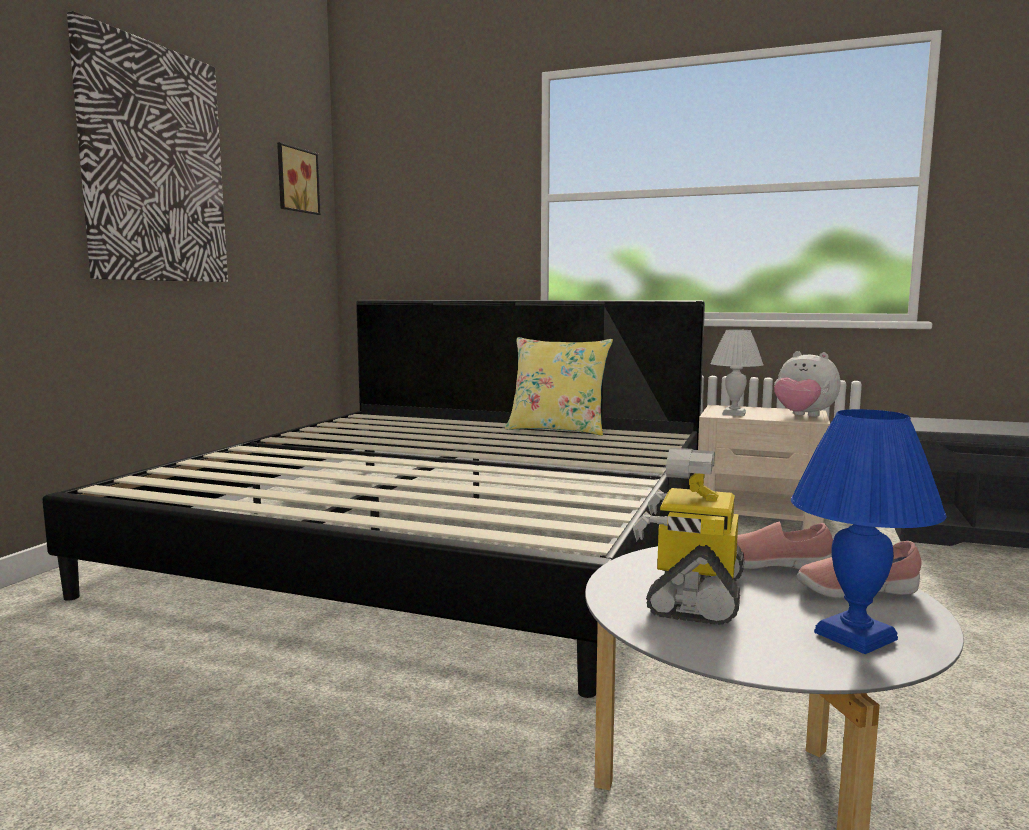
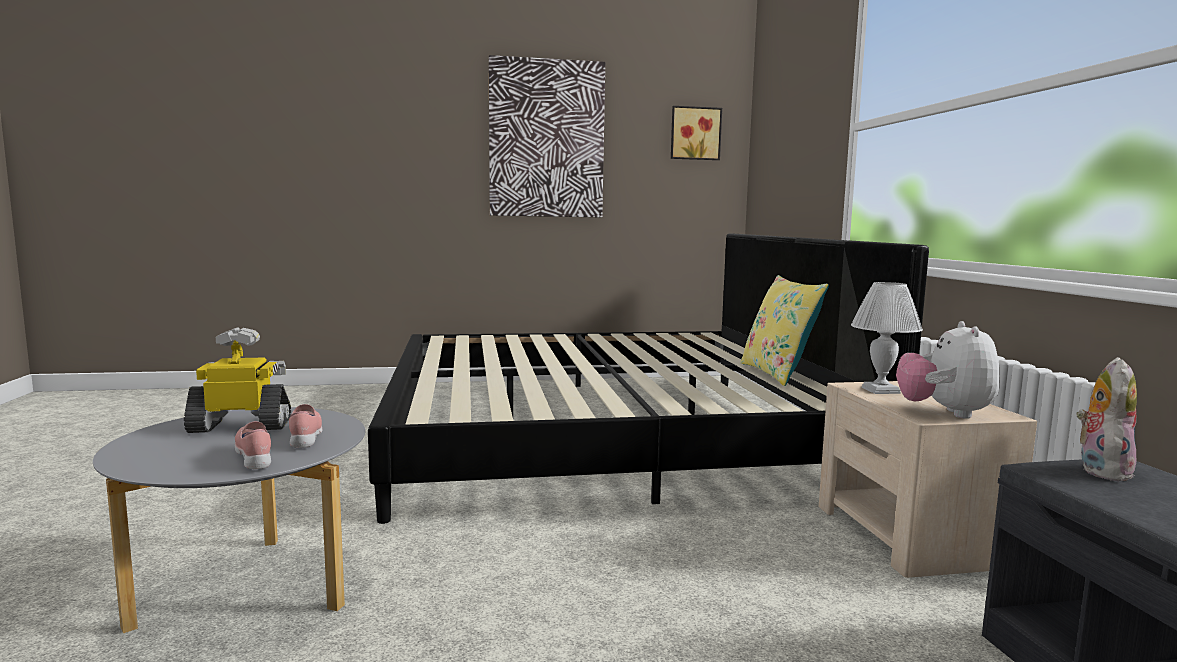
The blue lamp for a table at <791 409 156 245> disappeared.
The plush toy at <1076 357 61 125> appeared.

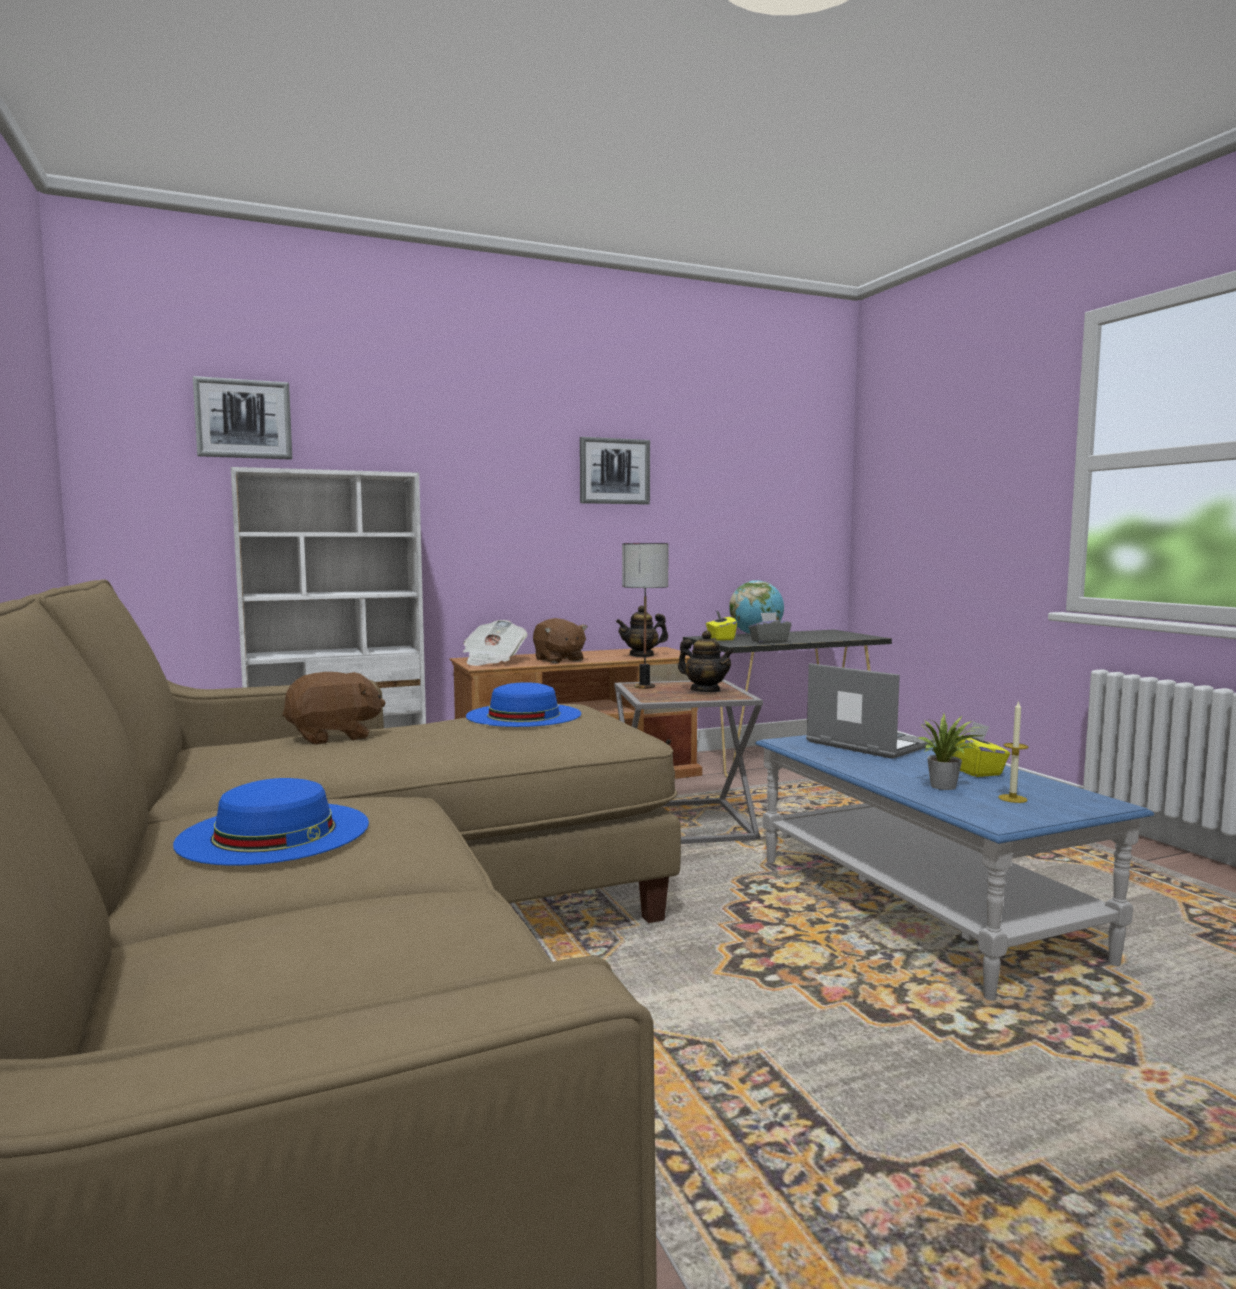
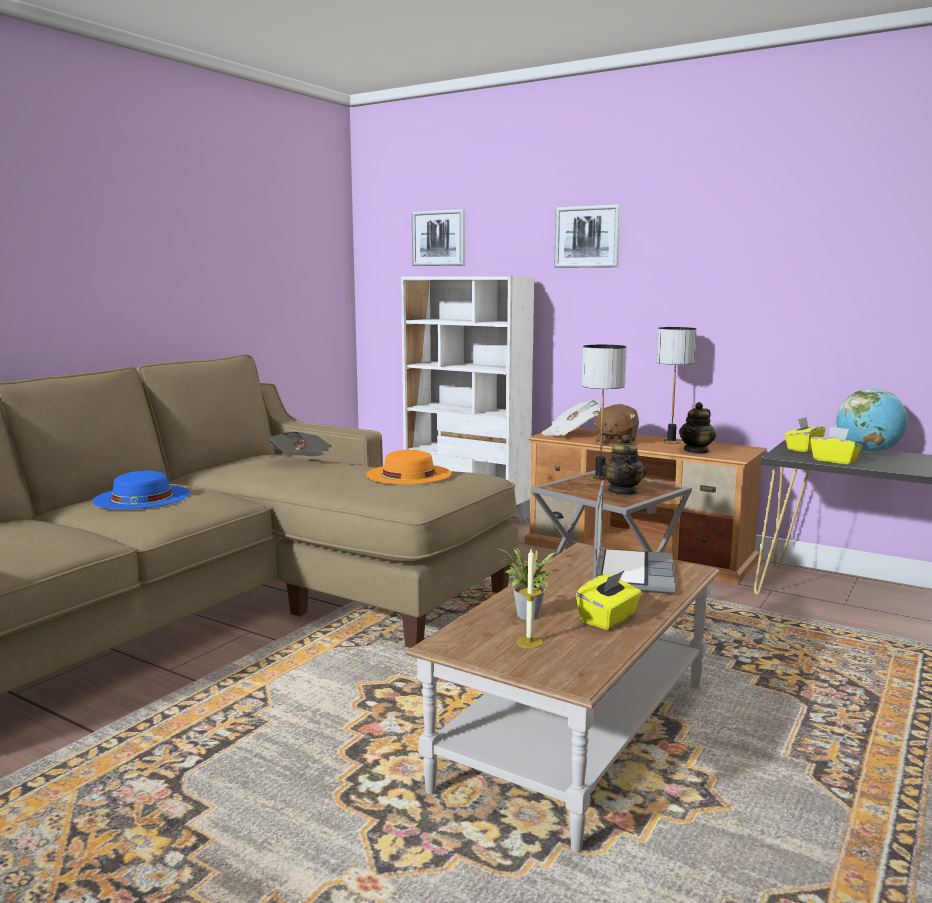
The brown plush toy at <282 672 104 73> was replaced by the printed paper at <265 432 66 24>.
The blue clothing hat at <466 682 115 45> became the orangey clothing hat at <366 450 85 34>.
The wall picture moved from <580 437 70 67> to <554 204 67 64>.
The tea pot at <616 605 52 52> turned 90 degrees counterclockwise.
The gray box of tissues at <748 612 43 31> became the yellow-coloured box of tissues at <810 427 52 38>.
The blue coffee table at <755 735 399 266> became the brown coffee table at <405 543 315 310>.
The lamp for a table at <657 327 40 117> appeared.

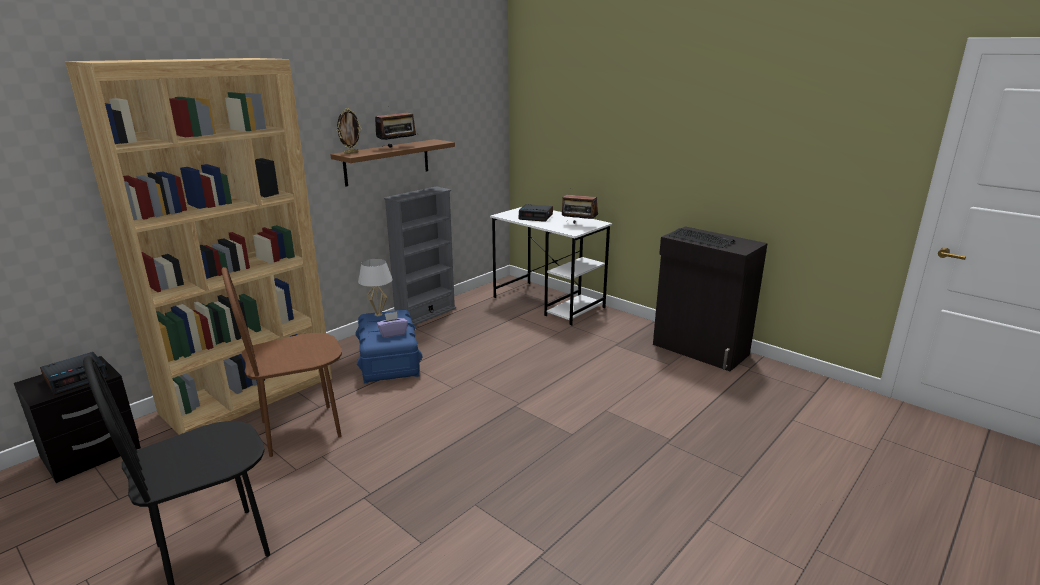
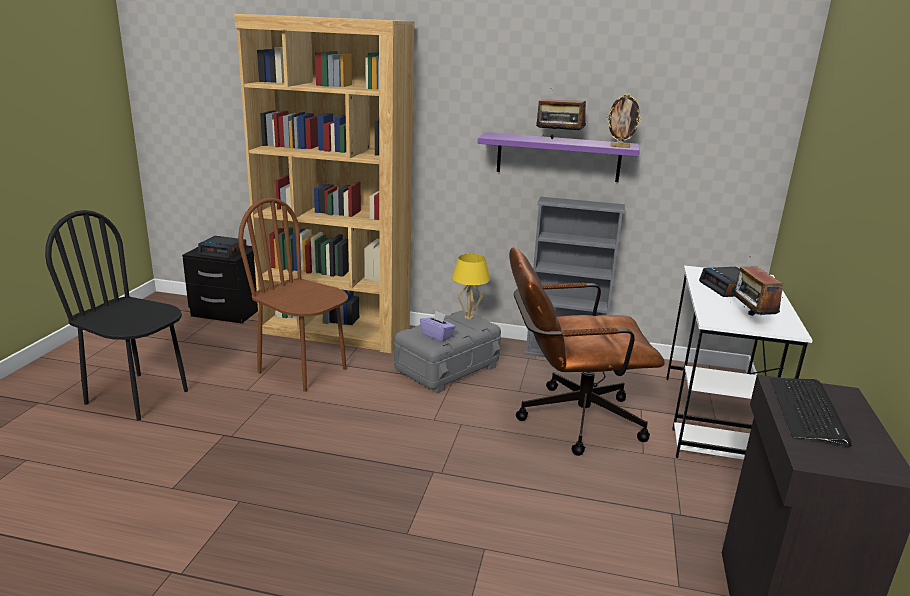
The brown wall shelf at <330 139 125 47> became the purple-coloured wall shelf at <478 132 162 50>.
The photo frame moved from <337 108 25 46> to <606 93 36 55>.
The blue storage box at <355 310 68 73> became the gray storage box at <394 311 107 82>.
The white-coloured lamp for a table at <358 259 35 57> became the yellow-coloured lamp for a table at <452 254 38 65>.
The brown office chair at <509 247 156 209> appeared.

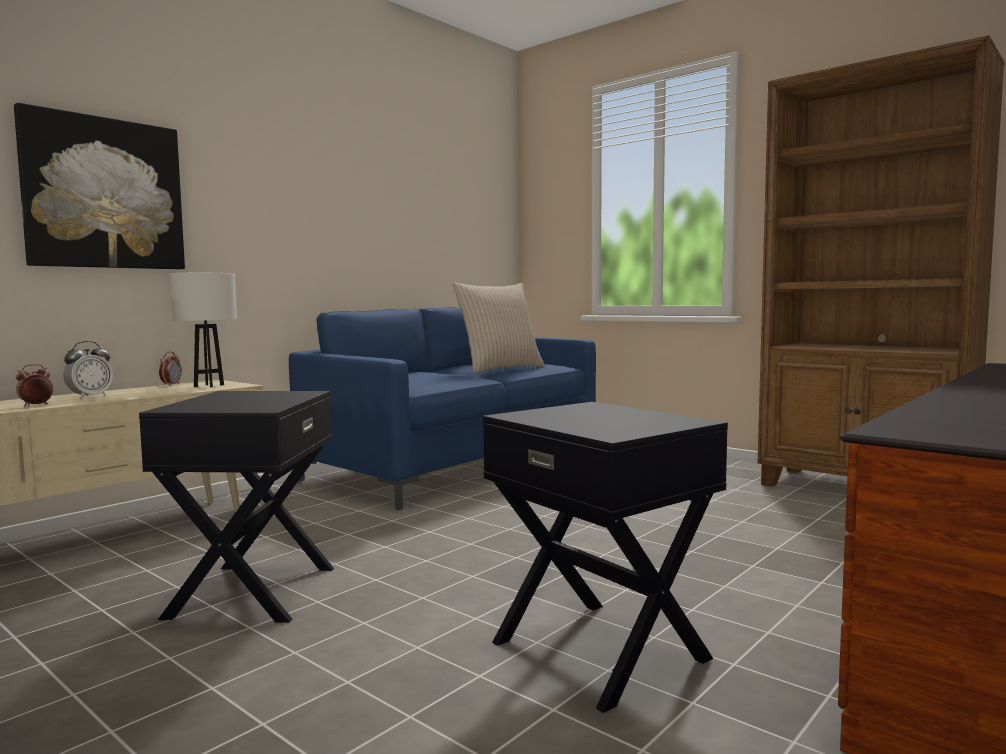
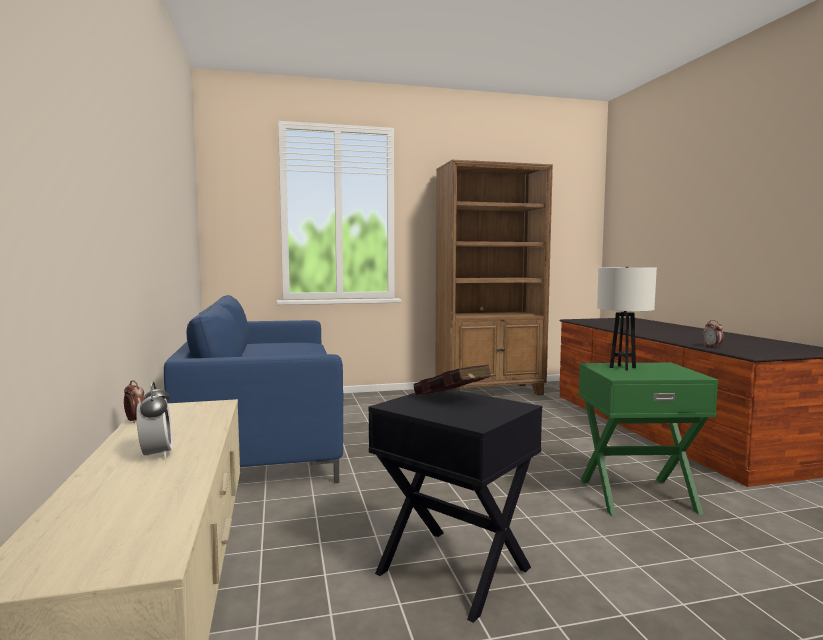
The wall picture at <14 103 171 166> disappeared.
The alarm clock moved from <16 364 37 42> to <703 320 21 27>.
The white-coloured lamp for a table moved from <170 273 67 115> to <597 267 60 104>.
The sand-coloured cushion at <452 283 93 90> disappeared.
The black side table at <483 402 245 311> became the greenish side table at <578 363 140 153>.
The reddish volume at <414 364 78 31> appeared.

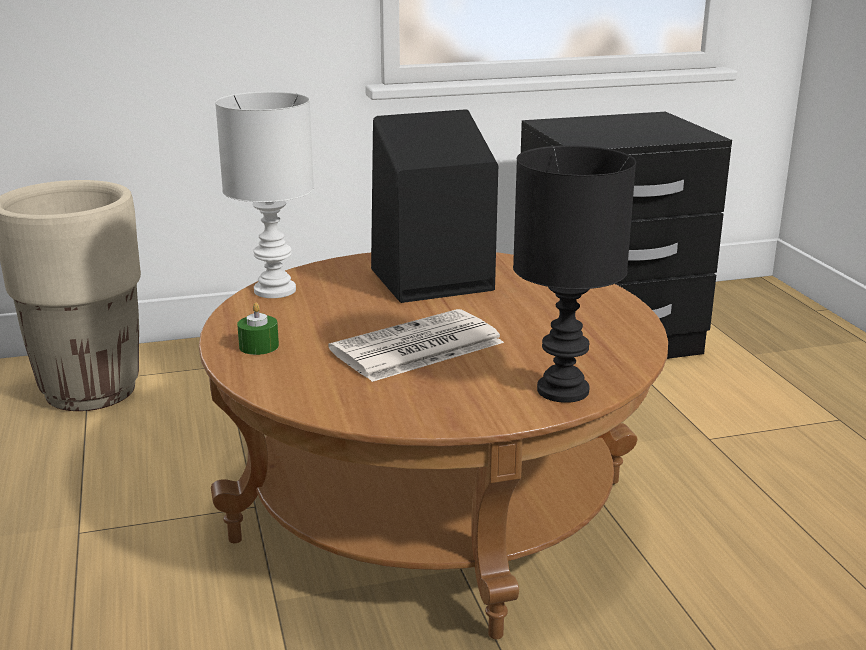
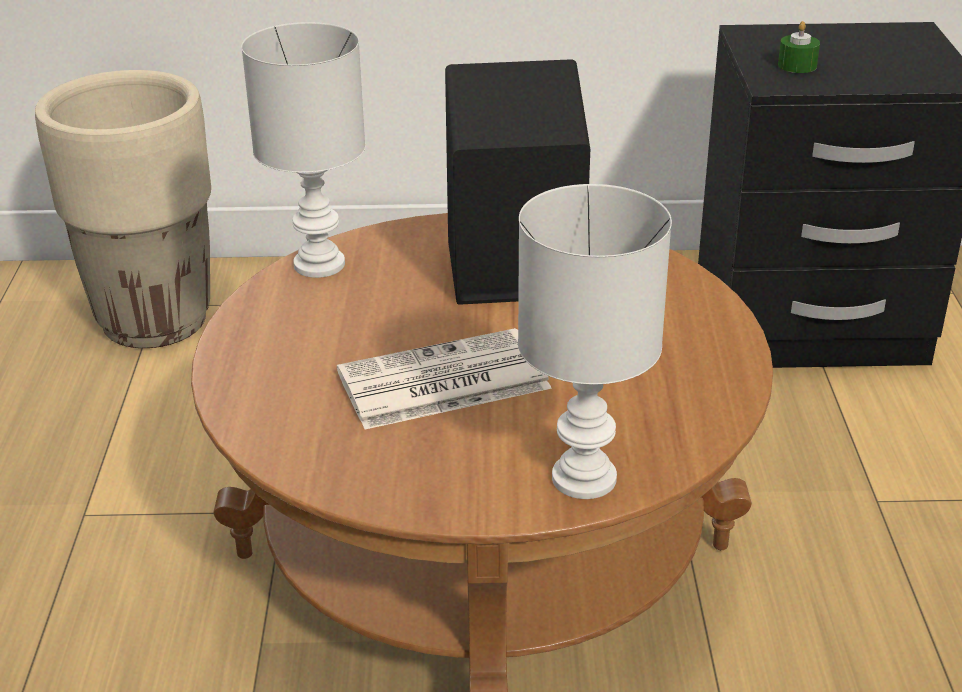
The greenish wax light moved from <237 303 42 52> to <778 21 42 52>.
The black lamp for a table at <513 145 123 258> became the white-coloured lamp for a table at <518 184 154 315>.

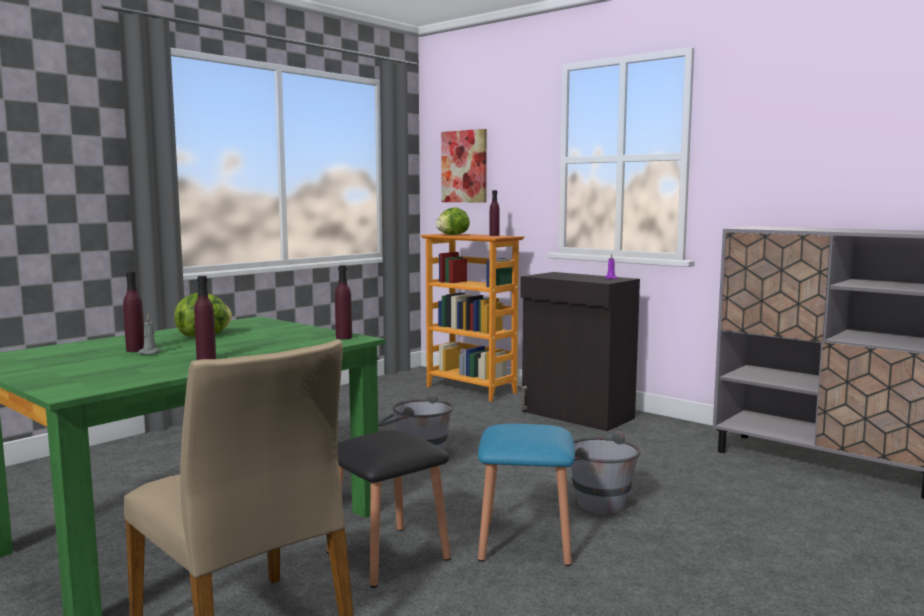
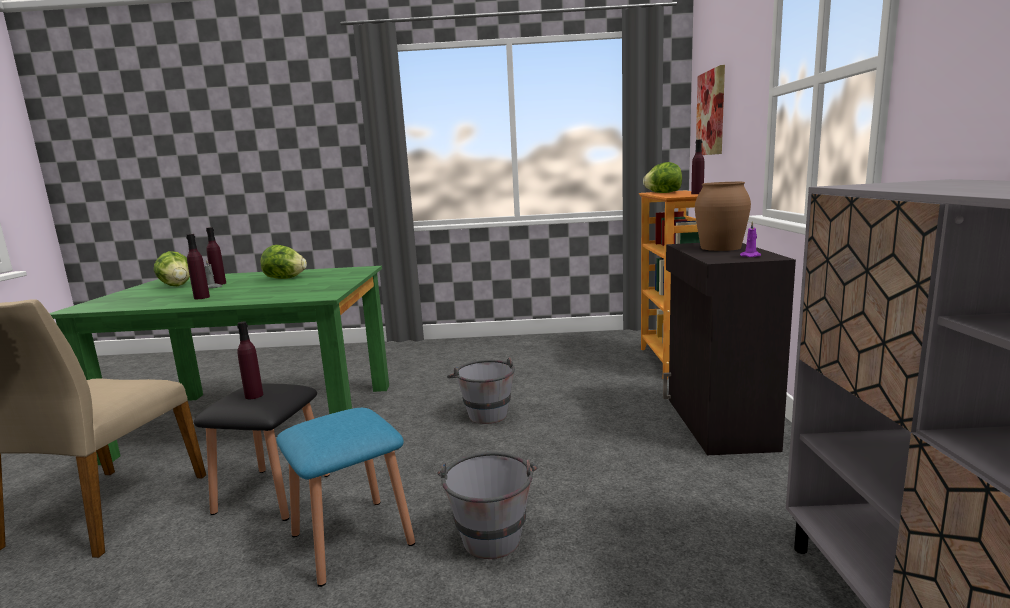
The purple-coloured drink bottle moved from <335 265 17 74> to <237 321 26 78>.
The head of lettuce at <154 251 36 35> appeared.
The brown flower vase at <695 182 56 69> appeared.

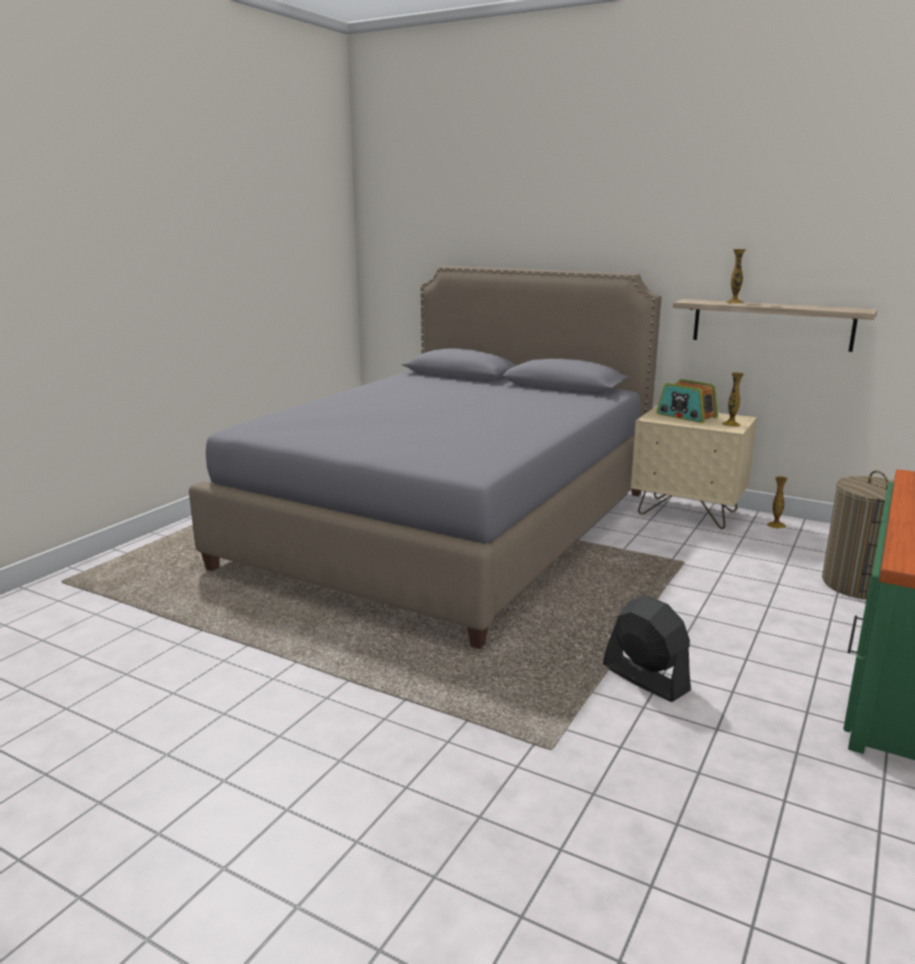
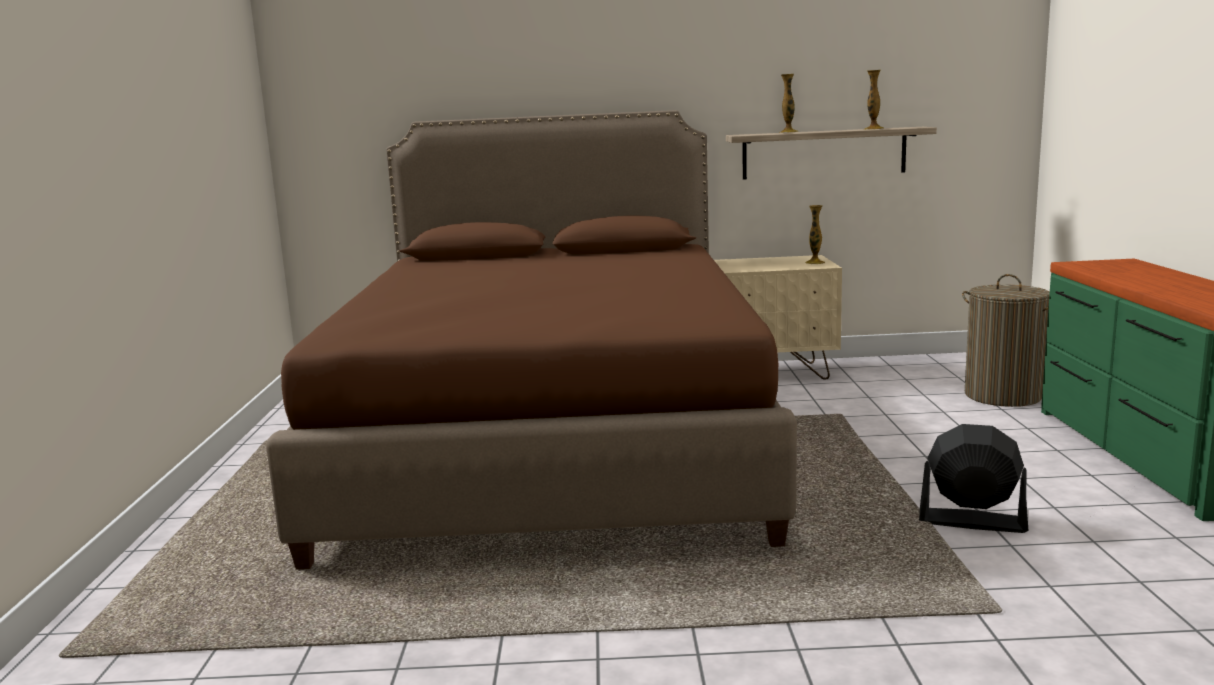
The gray bedroom bed at <189 266 472 383> became the brown bedroom bed at <266 110 531 459>.
The radio at <656 379 62 44> disappeared.
The flower vase moved from <767 476 20 53> to <864 70 19 60>.

